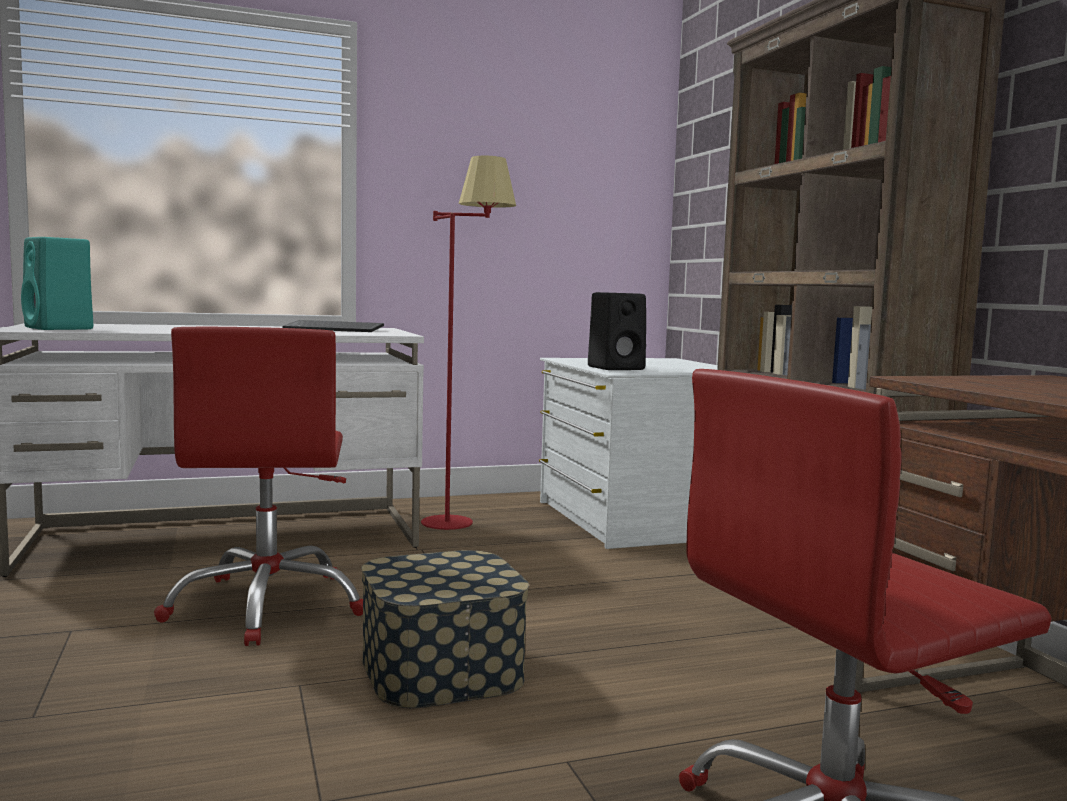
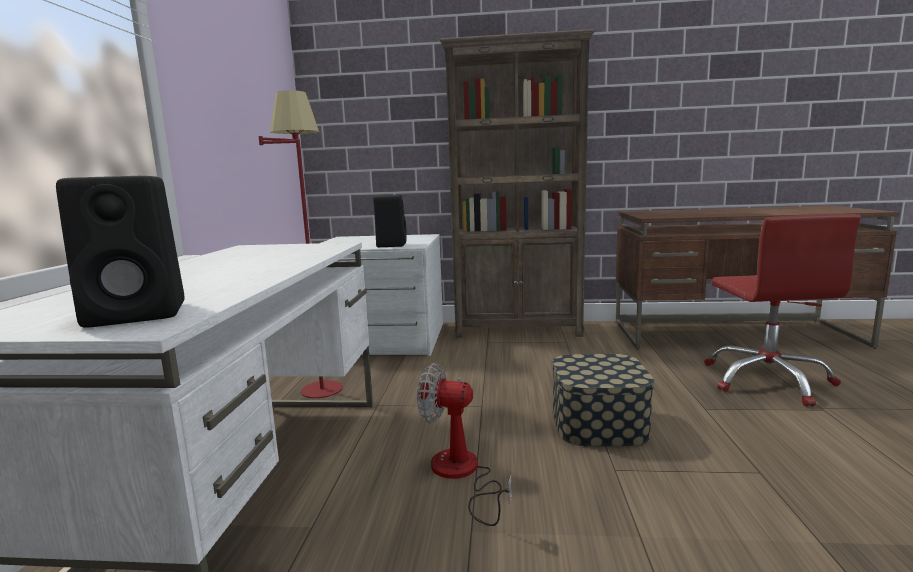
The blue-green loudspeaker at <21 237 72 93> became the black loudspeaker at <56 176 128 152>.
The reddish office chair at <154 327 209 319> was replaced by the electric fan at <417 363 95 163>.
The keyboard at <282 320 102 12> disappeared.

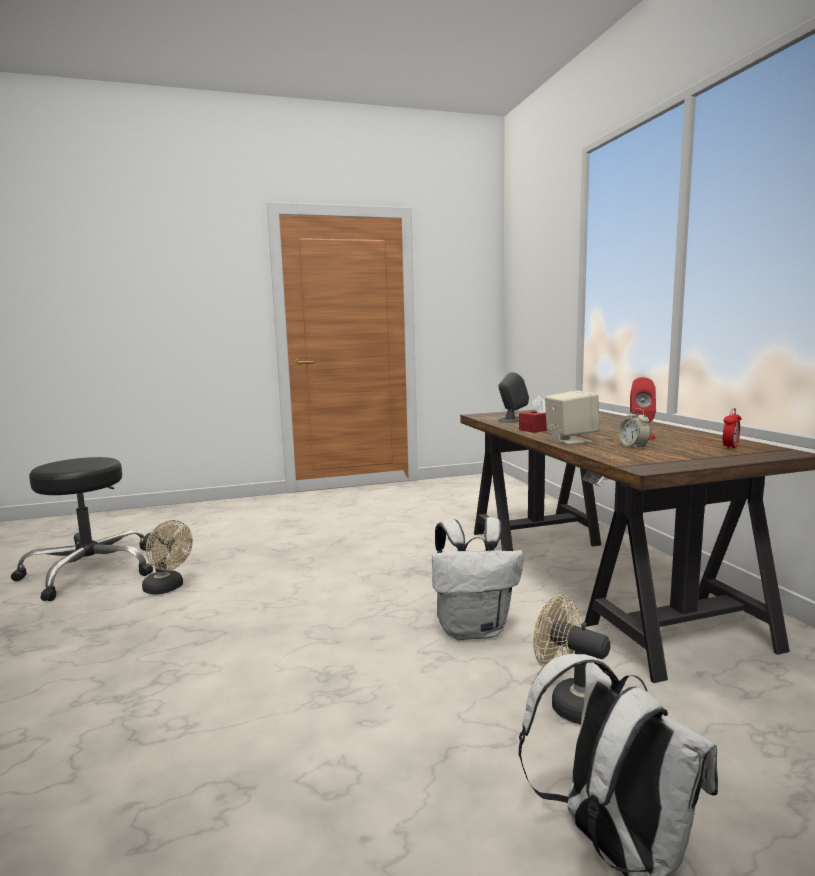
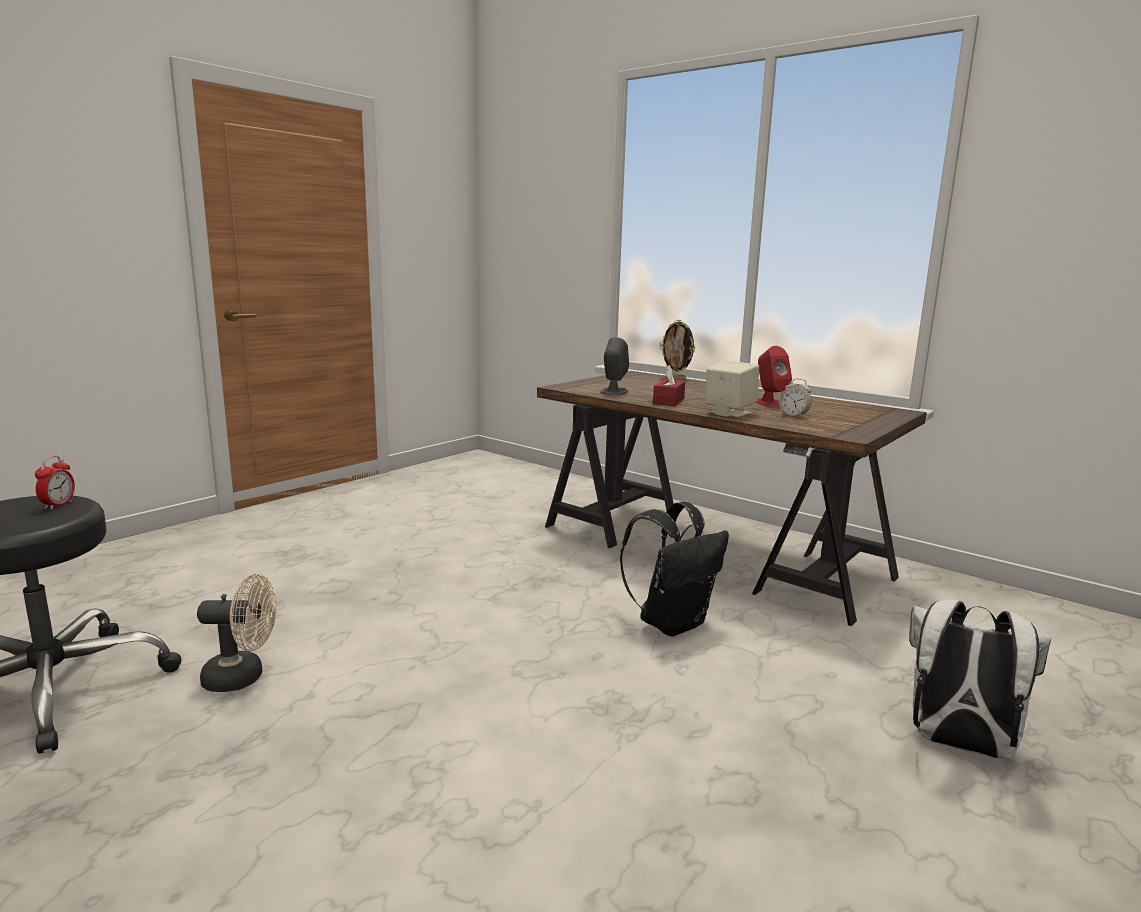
The white-coloured backpack at <432 517 92 123> became the black backpack at <620 502 109 135>.
The sand-coloured electric fan at <533 595 78 130> disappeared.
The alarm clock moved from <723 408 19 42> to <35 456 40 54>.
The photo frame at <660 320 35 60> appeared.

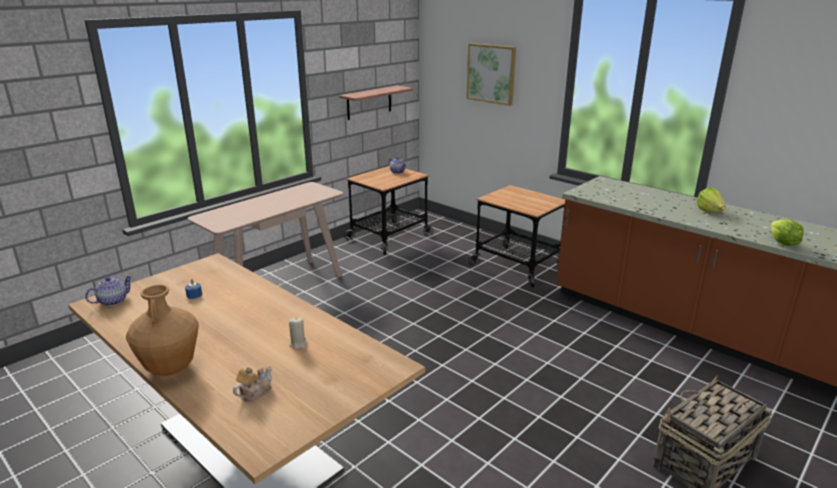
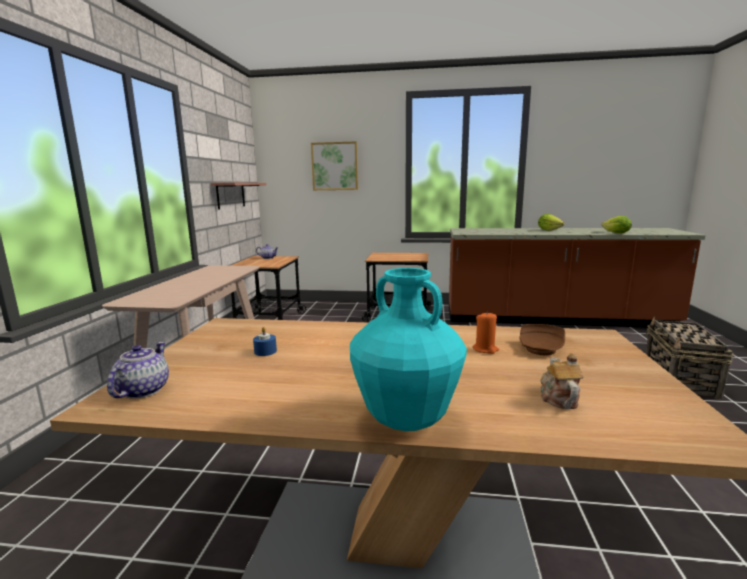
The brown flower vase at <126 284 73 92> became the blue-green flower vase at <350 268 117 163>.
The sand-coloured wax light at <289 317 19 32> became the orangey wax light at <473 311 26 43>.
The brown plate at <519 324 46 31> appeared.

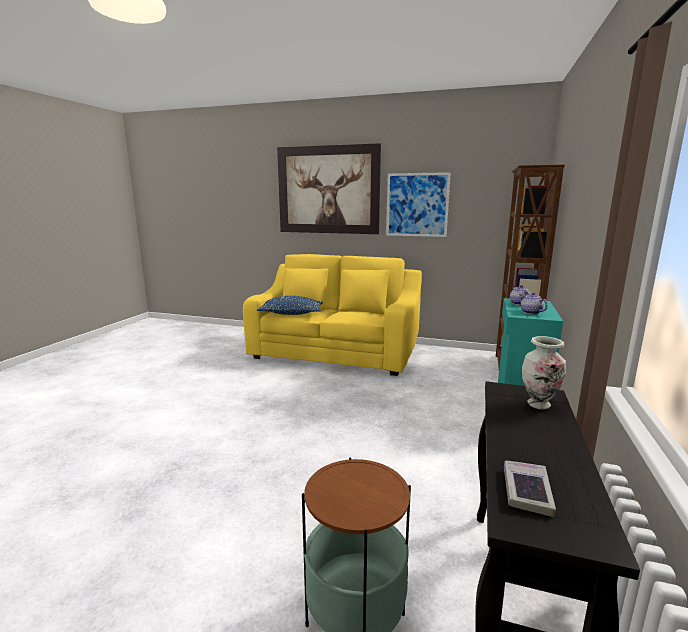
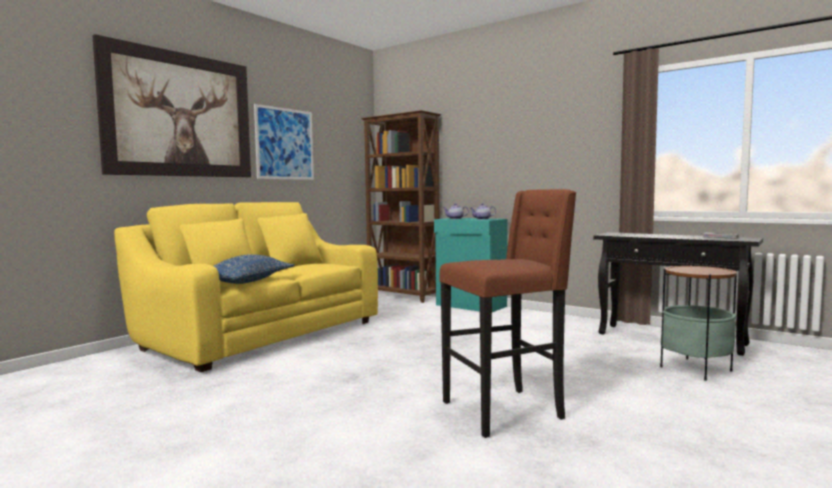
The flower vase at <522 336 44 74> disappeared.
The brown sitting stool at <439 189 137 249> appeared.

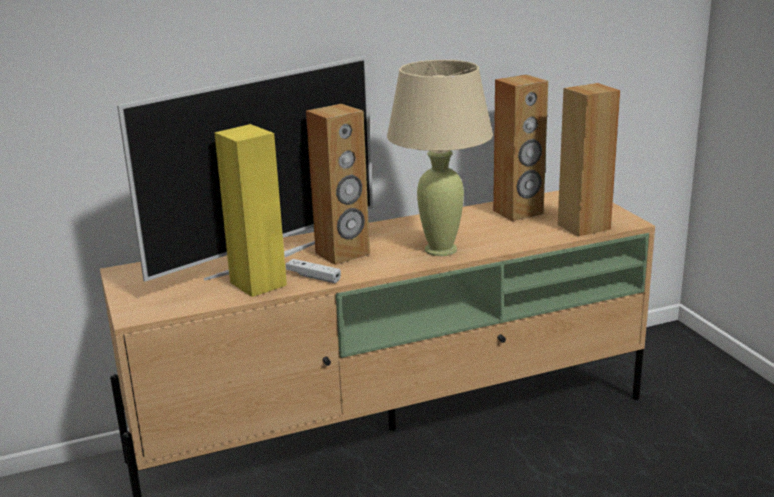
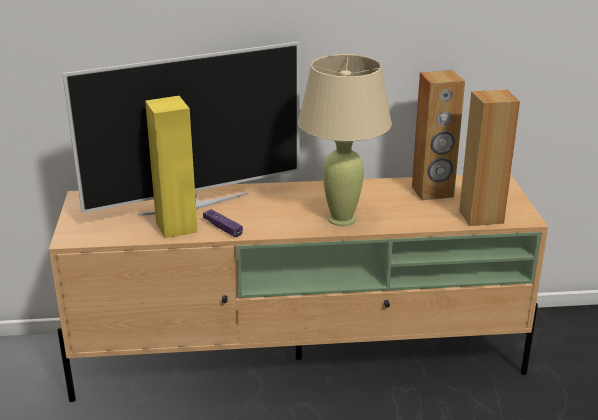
The white-coloured game controller at <286 259 55 24> became the purple-coloured game controller at <203 209 40 28>.
The brown loudspeaker at <306 104 64 161> disappeared.

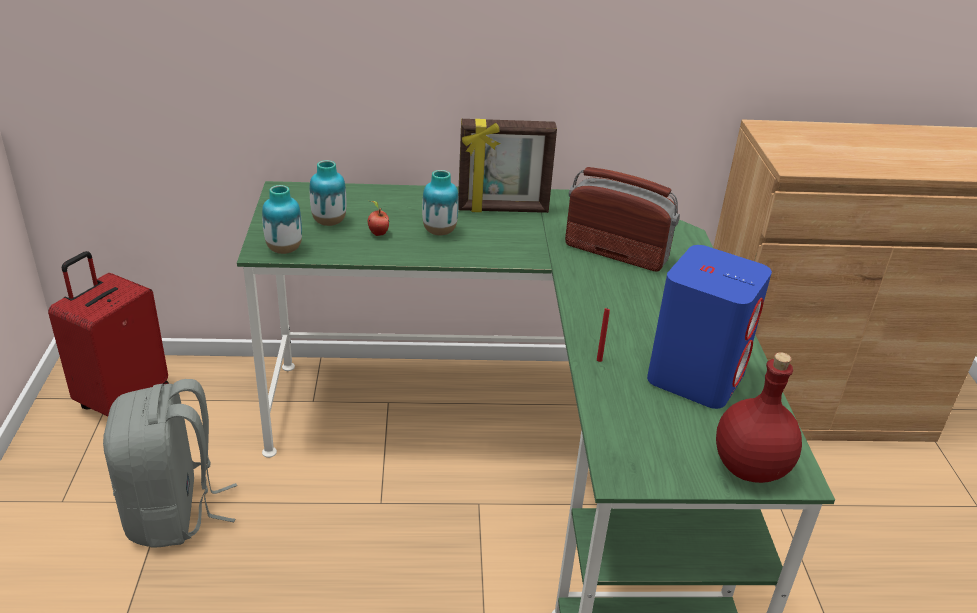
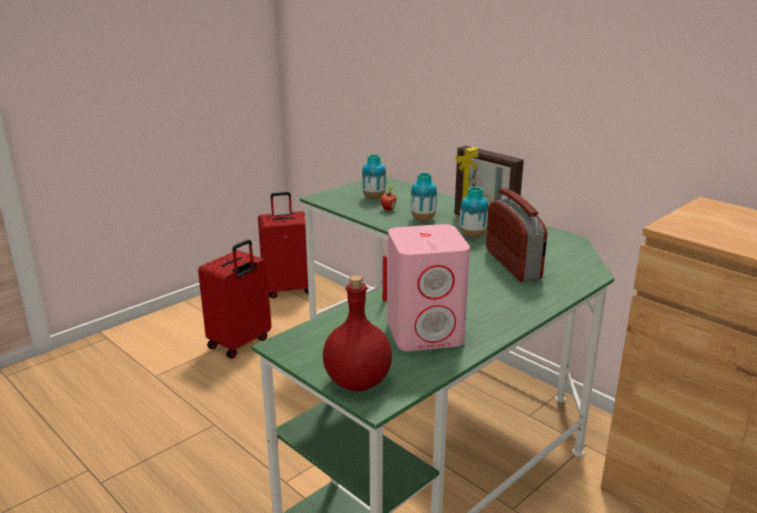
The gray backpack at <103 379 134 168> was replaced by the reddish suitcase at <198 240 73 119>.
The flower vase moved from <262 185 40 69> to <460 187 28 51>.
The blue loudspeaker at <647 245 125 164> became the pinkish loudspeaker at <388 224 82 127>.

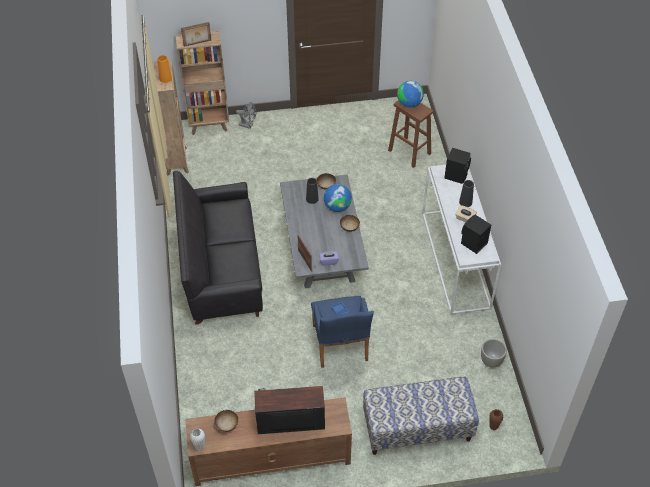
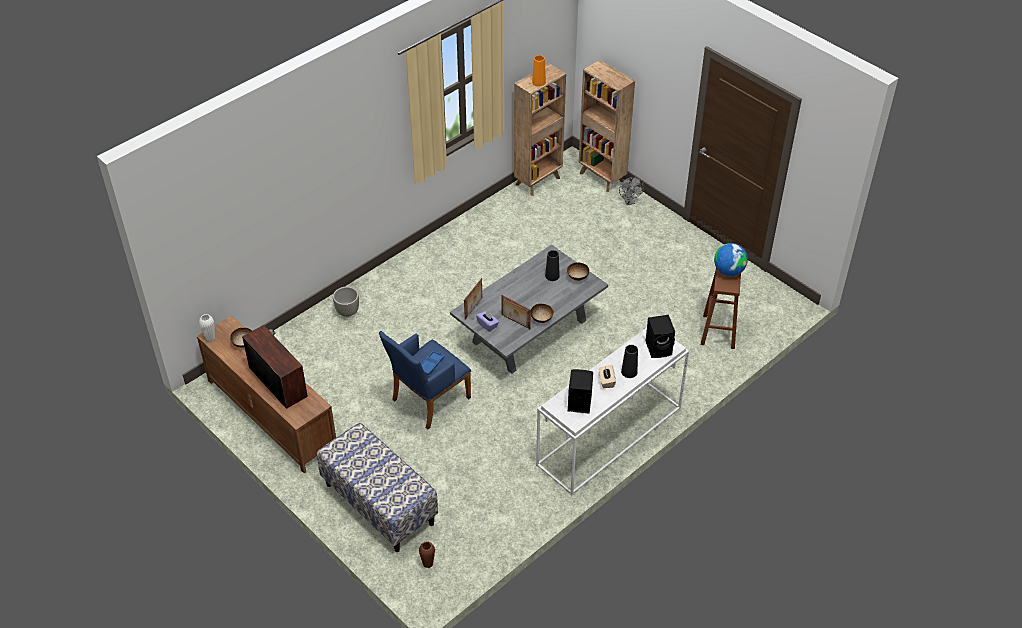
The black settee at <173 171 90 154> disappeared.
The photo frame moved from <181 22 30 25> to <501 295 30 34>.
The globe at <324 184 28 28> disappeared.
The gray planter moved from <481 339 26 29> to <333 287 26 30>.

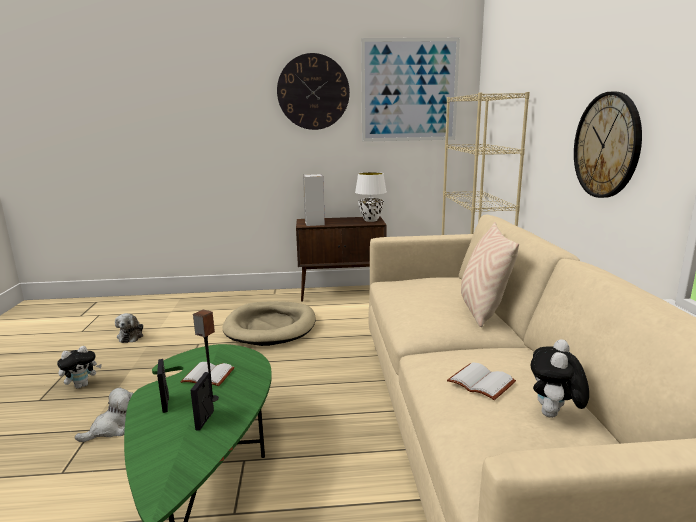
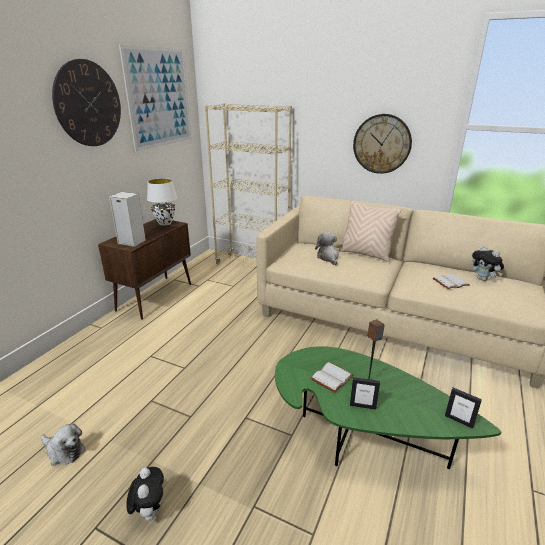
The plush toy moved from <75 388 58 54> to <315 232 24 33>.
The photo frame moved from <190 372 24 59> to <445 388 37 41>.
The sand-coloured dog cushion at <223 301 93 45> disappeared.

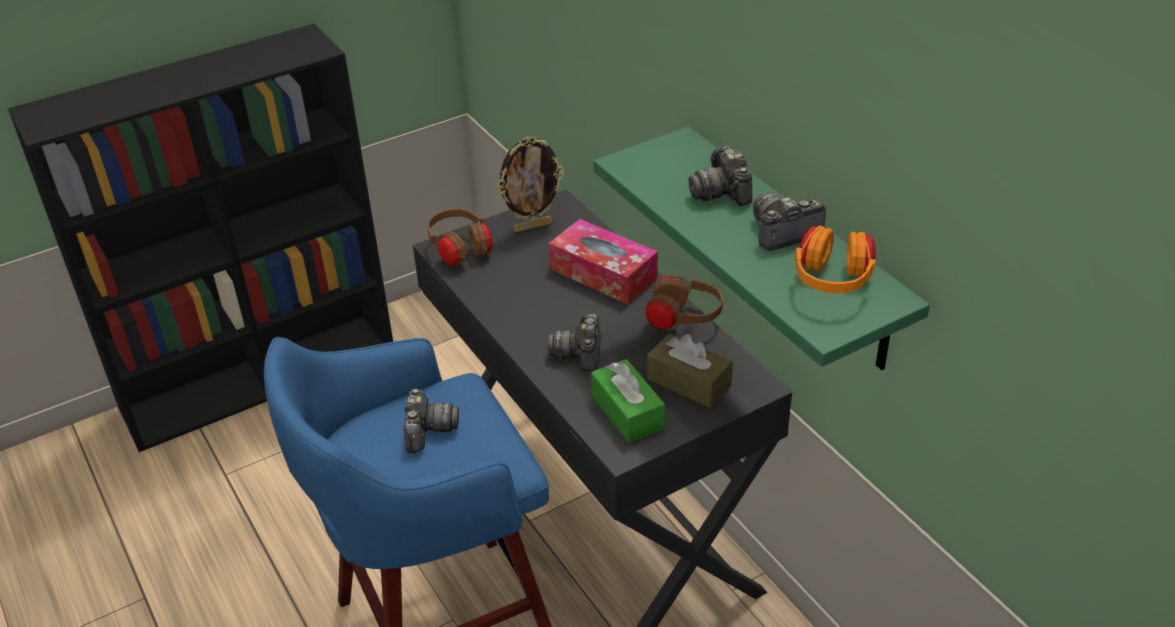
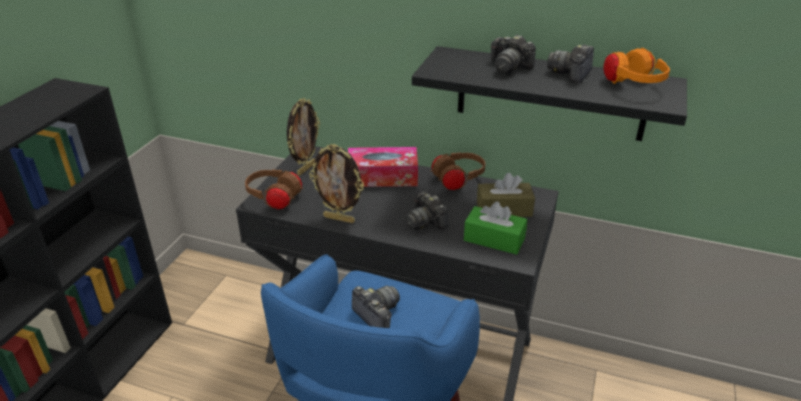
The greenish wall shelf at <593 126 337 244> became the black wall shelf at <412 46 275 95>.
The photo frame at <309 144 55 79> appeared.

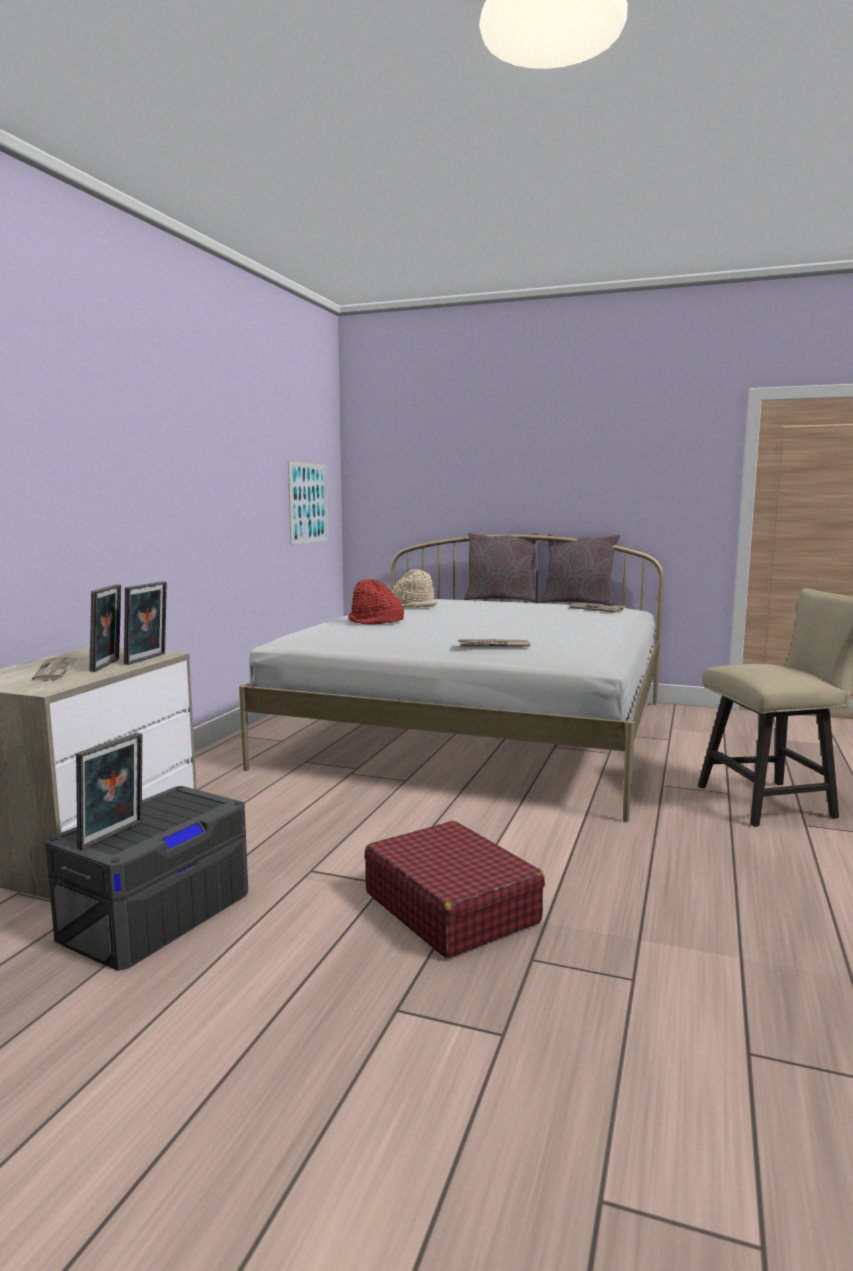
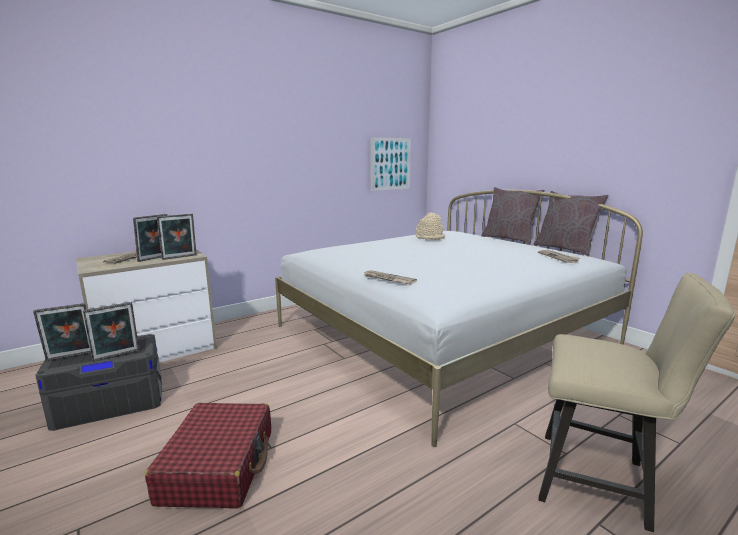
The reddish clothing hat at <348 579 56 46> disappeared.
The photo frame at <83 302 56 60> appeared.

